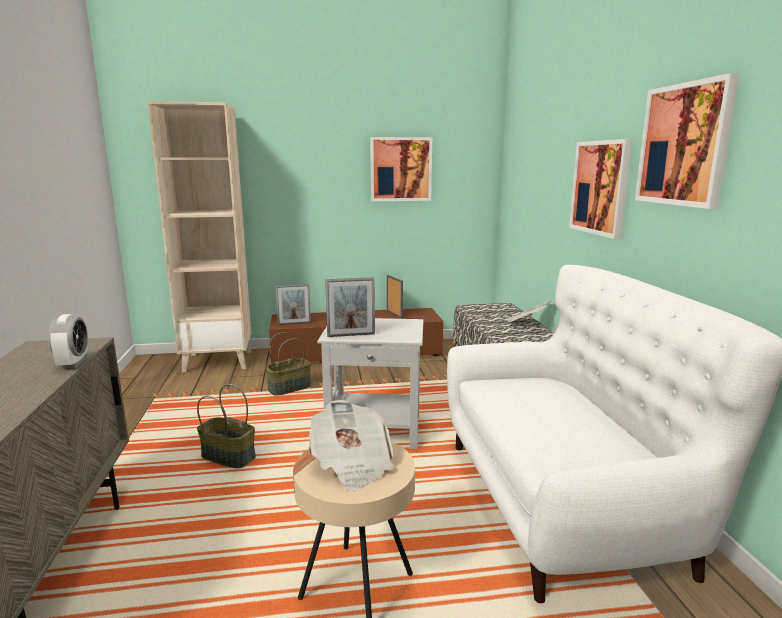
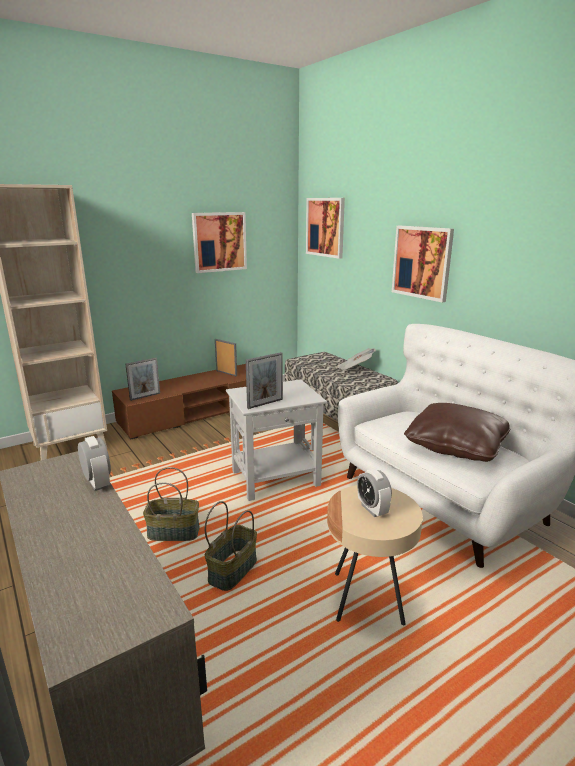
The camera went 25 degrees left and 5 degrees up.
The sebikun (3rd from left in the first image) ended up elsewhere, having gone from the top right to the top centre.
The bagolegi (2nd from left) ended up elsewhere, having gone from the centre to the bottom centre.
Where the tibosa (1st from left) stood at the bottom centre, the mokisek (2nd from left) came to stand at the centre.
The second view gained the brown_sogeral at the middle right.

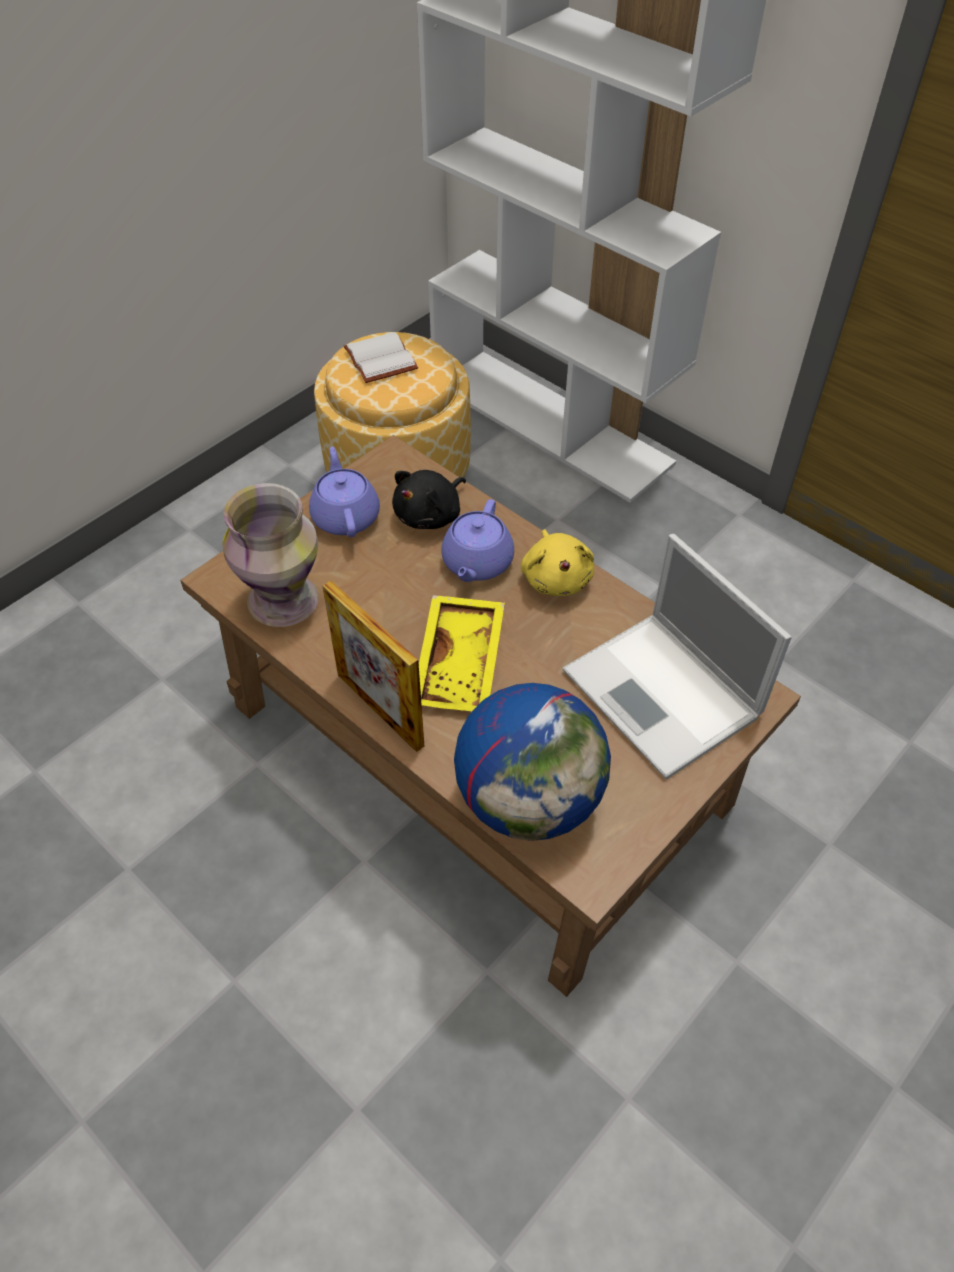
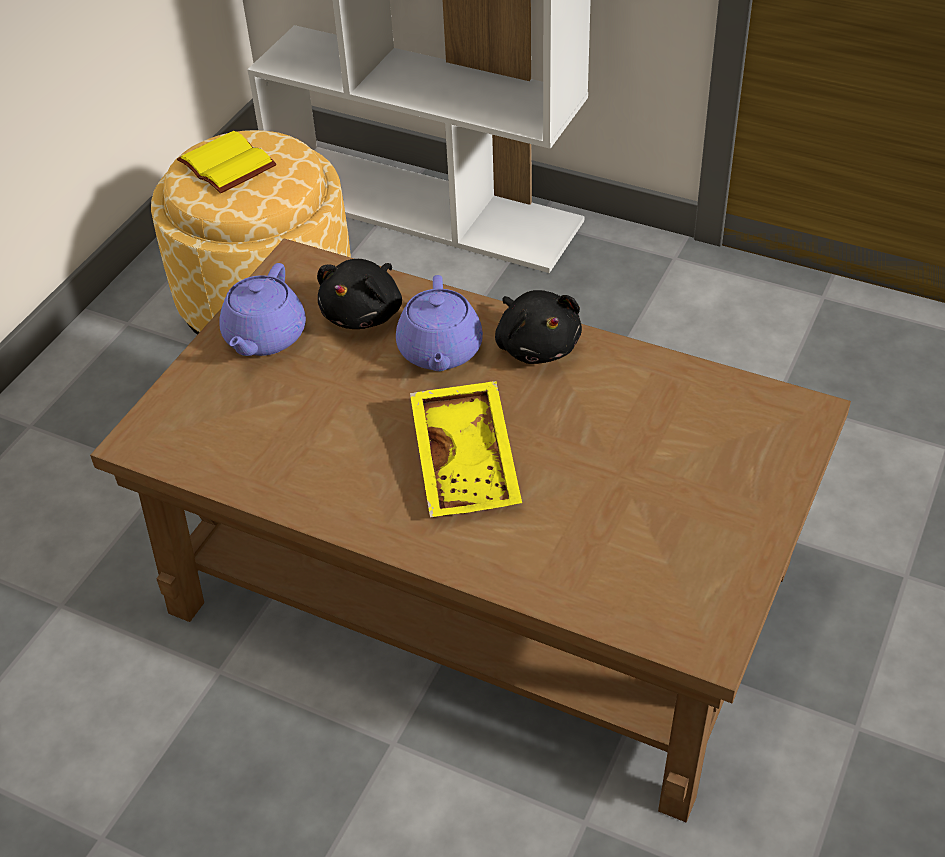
The camera went 15 degrees left and 5 degrees down.
What was the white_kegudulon at the top centre turned into the yellow_kegudulon at the top left.
The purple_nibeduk (1st from left) at the centre ended up facing another way, 135 degrees counterclockwise from before.
The second view lost the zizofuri at the middle left.
What was the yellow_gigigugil at the centre turned into the black_gigigugil (2nd from left) at the centre.
The second view lost the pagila at the middle right.
The second view lost the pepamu at the centre.
The second view lost the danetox at the centre.

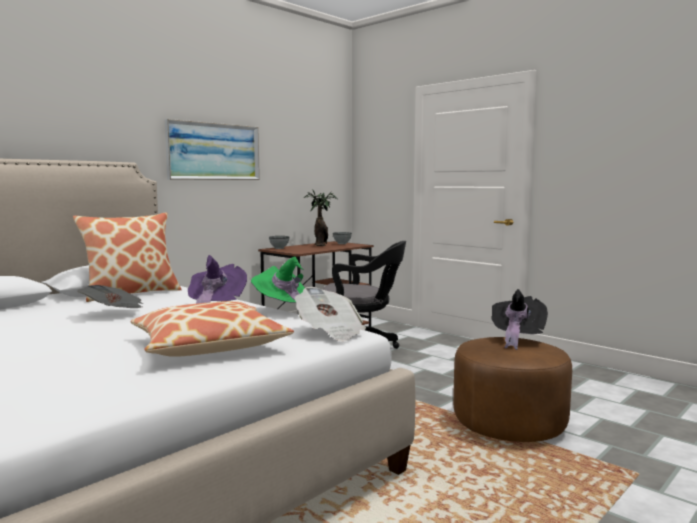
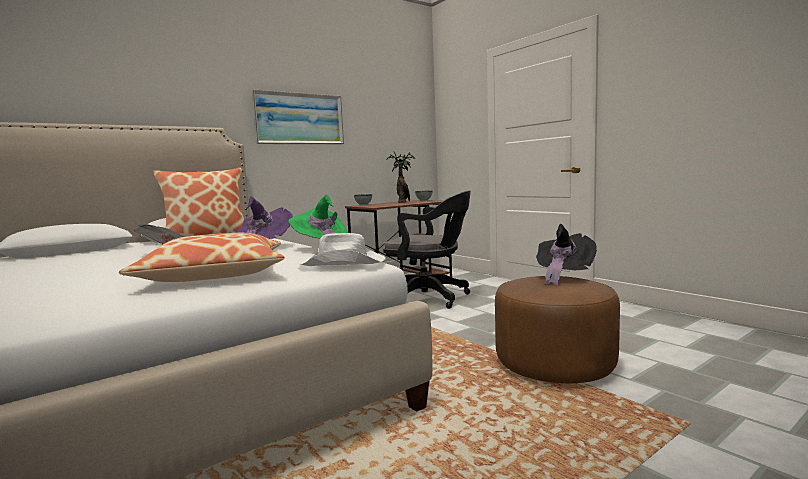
The camera went 10 degrees right and 0 degrees up.
Where the tibosa (2nd from left) stood at the centre, the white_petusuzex came to stand at the centre.

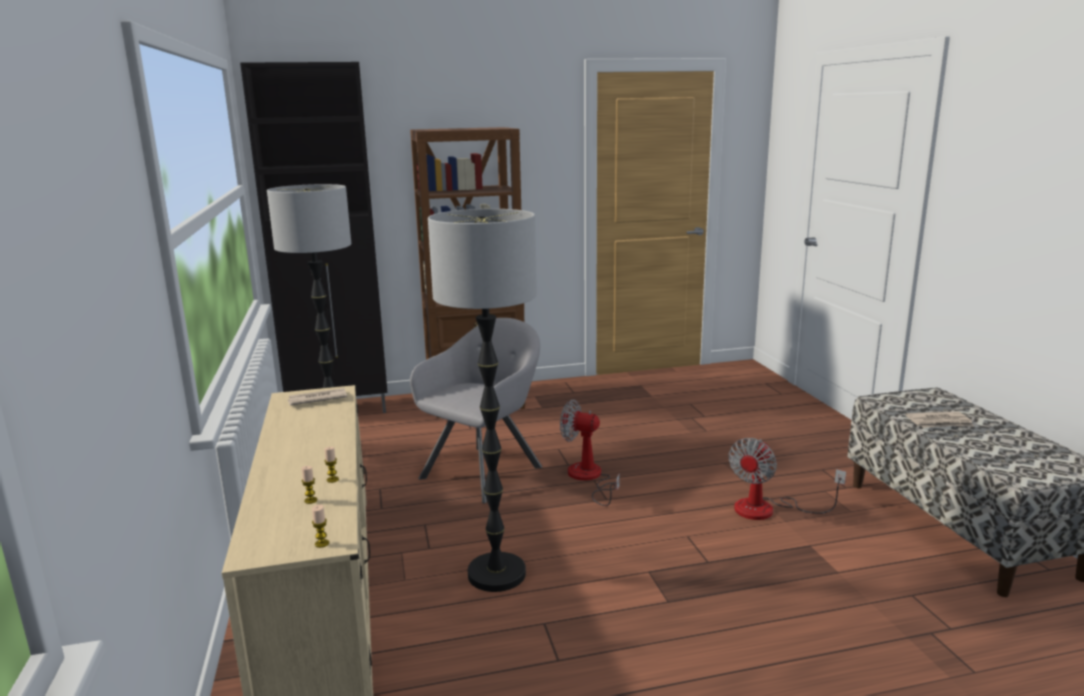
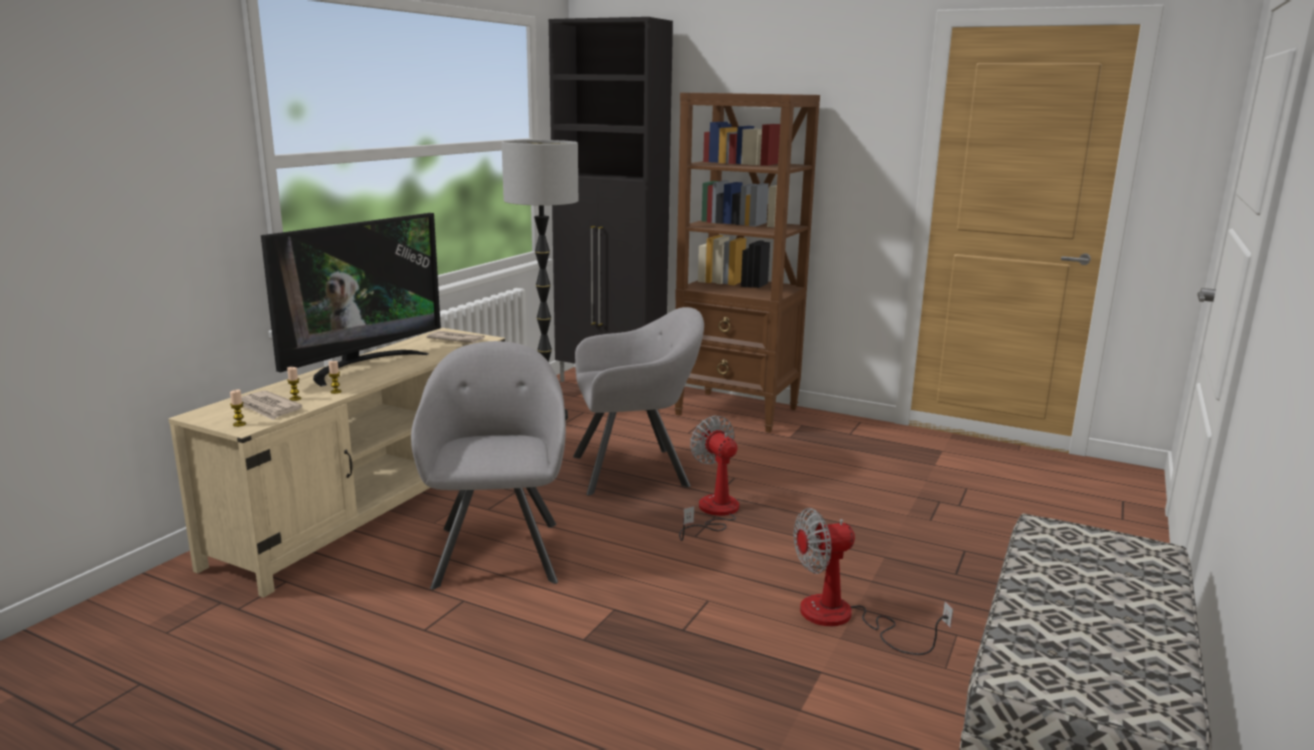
The camera went 40 degrees right and 0 degrees up.
Where the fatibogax (2nd from left) stood at the centre, the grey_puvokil (1st from left) came to stand at the centre.
The tibosa (2nd from left in the first image) ended up elsewhere, having gone from the middle right to the middle left.
The second view gained the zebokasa at the middle left.

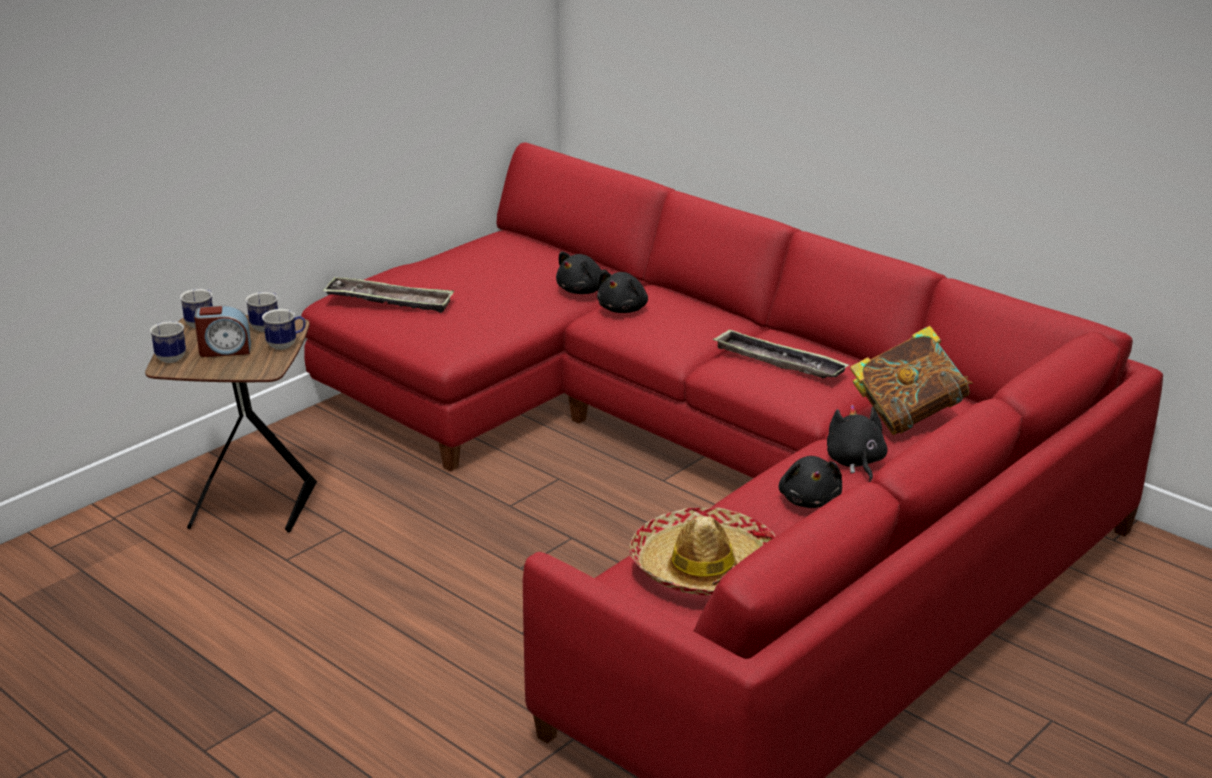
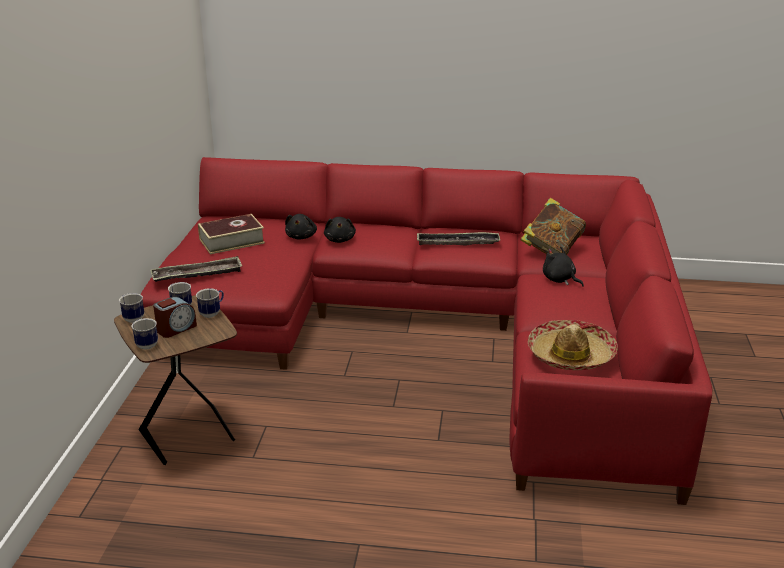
The camera went 35 degrees left and 0 degrees up.
The second view lost the black_gigigugil (3rd from left) at the middle right.
The second view gained the kegudulon (1st from left) at the middle left.

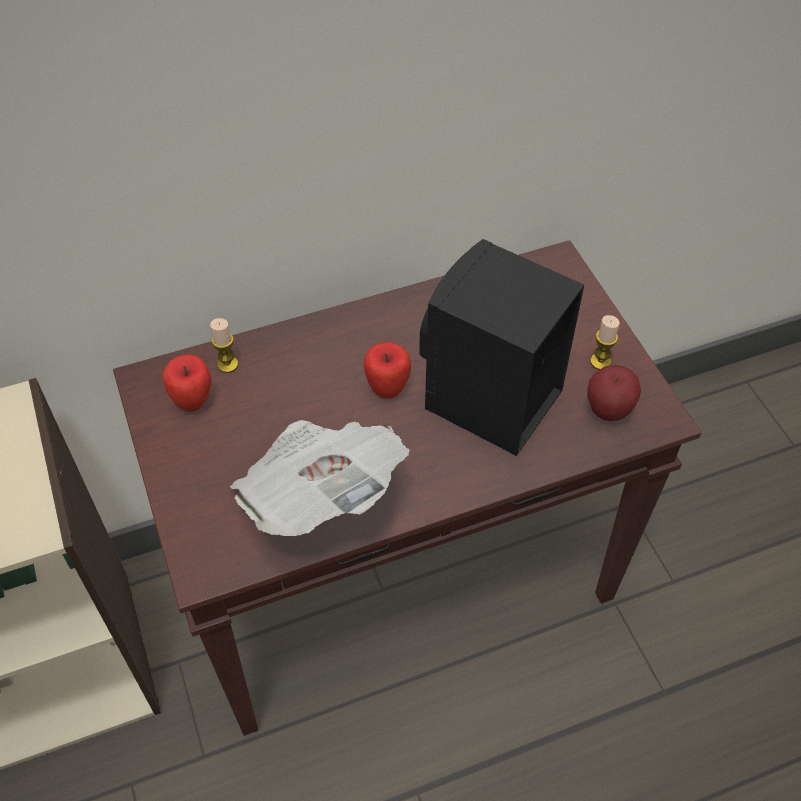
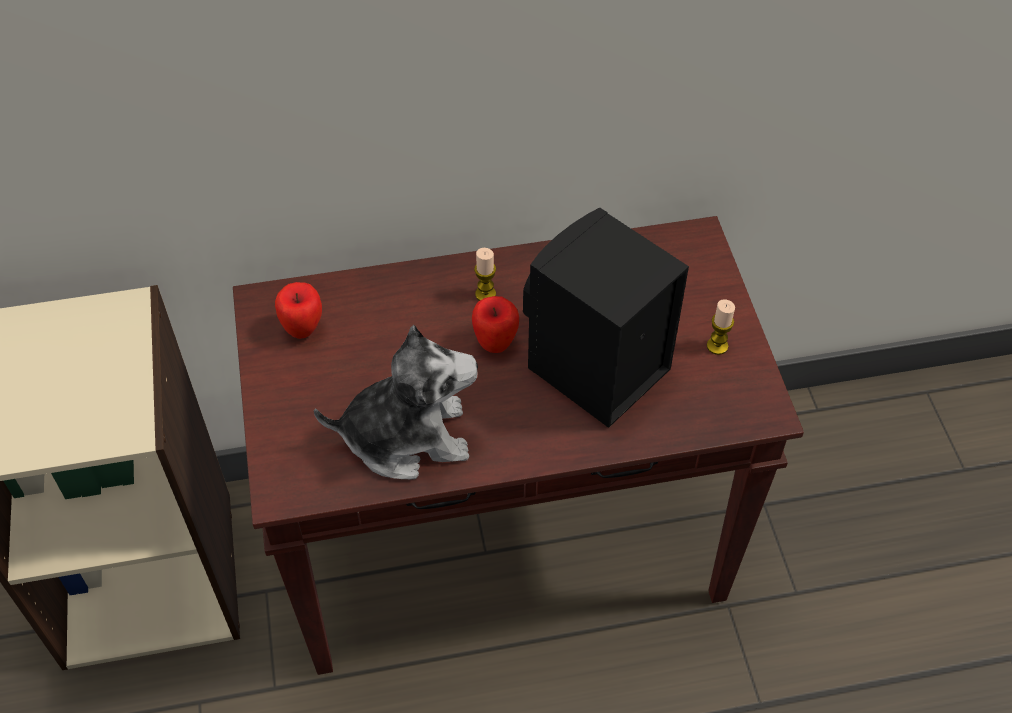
The camera went 10 degrees right and 0 degrees up.
The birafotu (1st from left) ended up elsewhere, having gone from the middle left to the centre.
The second view lost the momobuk (3rd from left) at the middle right.
Where the tibosa stood at the centre, the gigigugil came to stand at the centre.

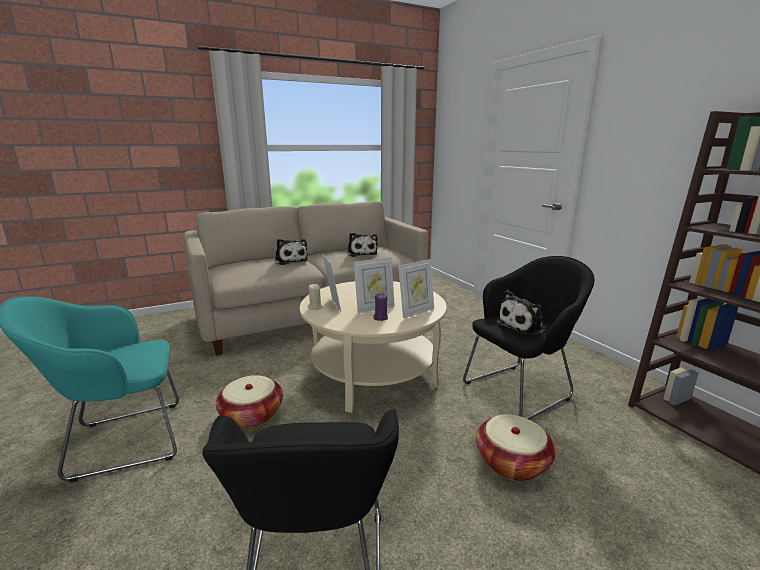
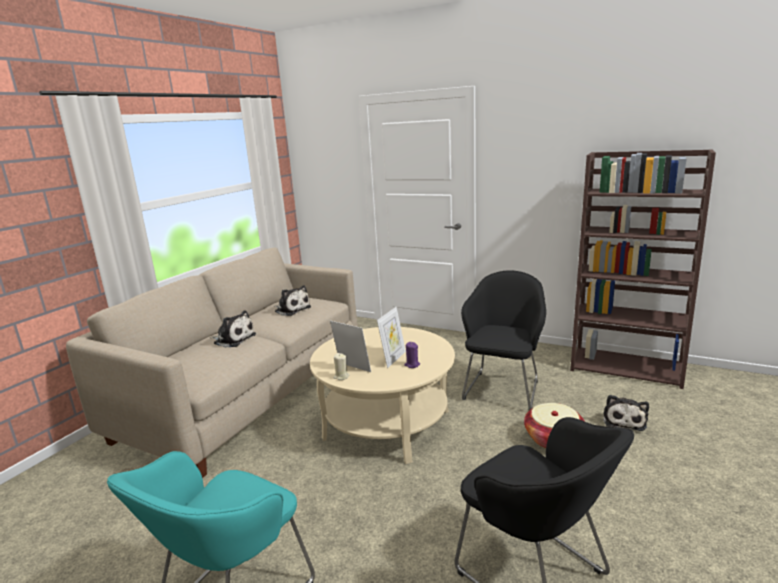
The camera went 35 degrees left and 0 degrees up.
The second view lost the pepamu (3rd from left) at the centre.
The gigigugil (3rd from left) ended up elsewhere, having gone from the middle right to the bottom right.
The second view lost the bagolegi (1st from left) at the bottom left.

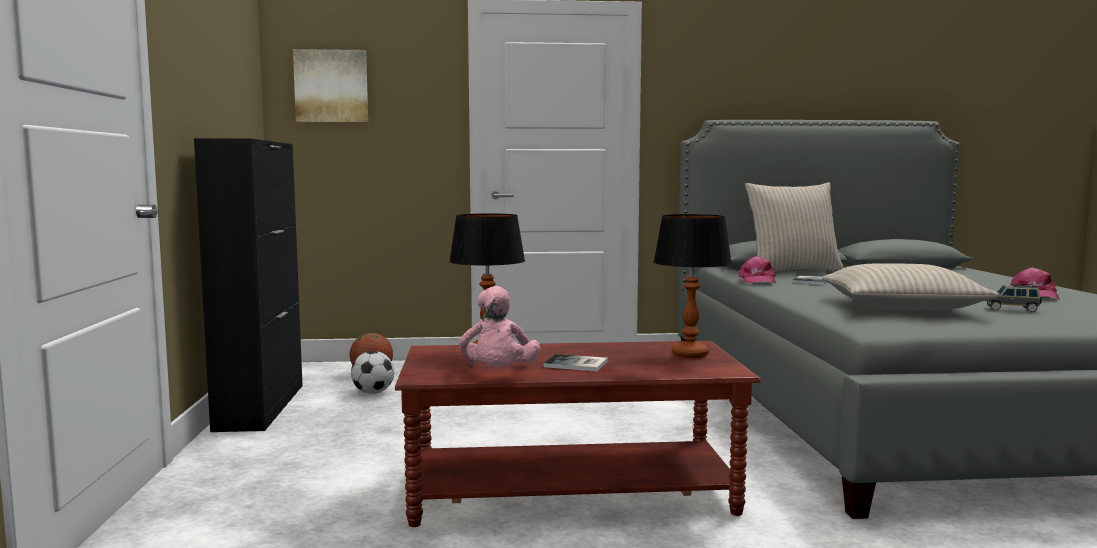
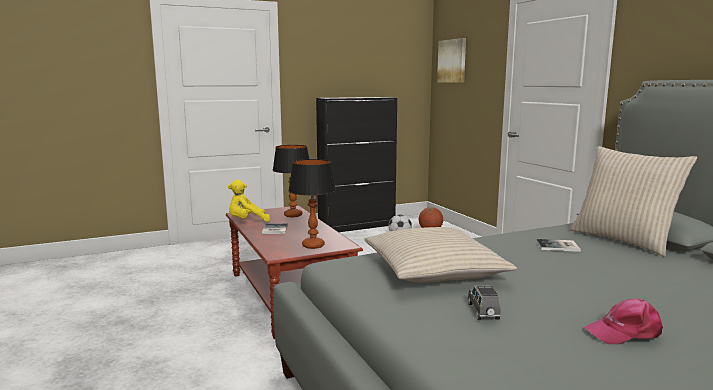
The camera went 70 degrees right and 5 degrees up.
The second view lost the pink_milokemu (1st from left) at the middle right.
What was the pink_gigigugil at the centre turned into the yellow_gigigugil at the centre.

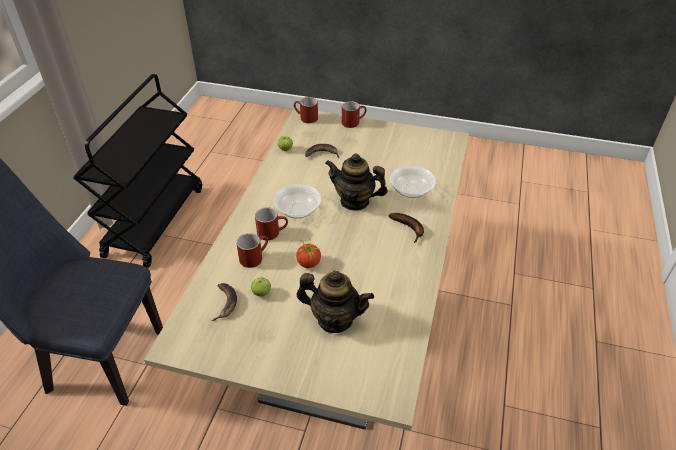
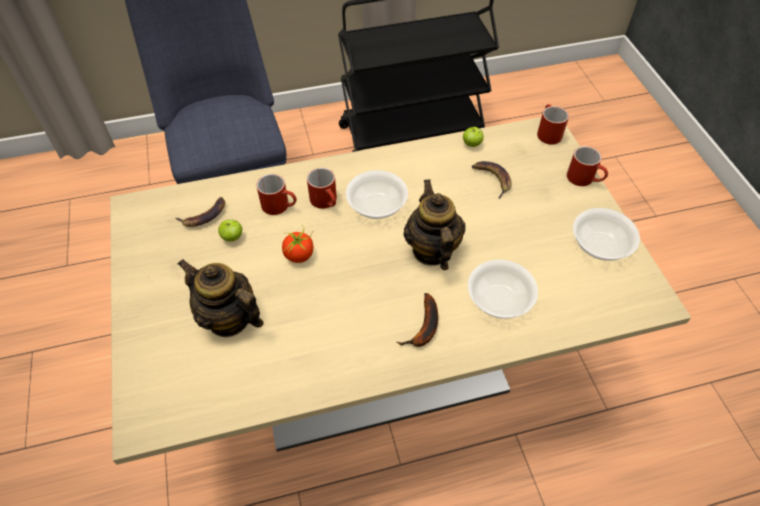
The camera went 60 degrees right and 10 degrees up.
The nibeduk (1st from left) at the bottom centre ended up facing another way, 135 degrees clockwise from before.
The second view gained the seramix (3rd from left) at the middle right.

